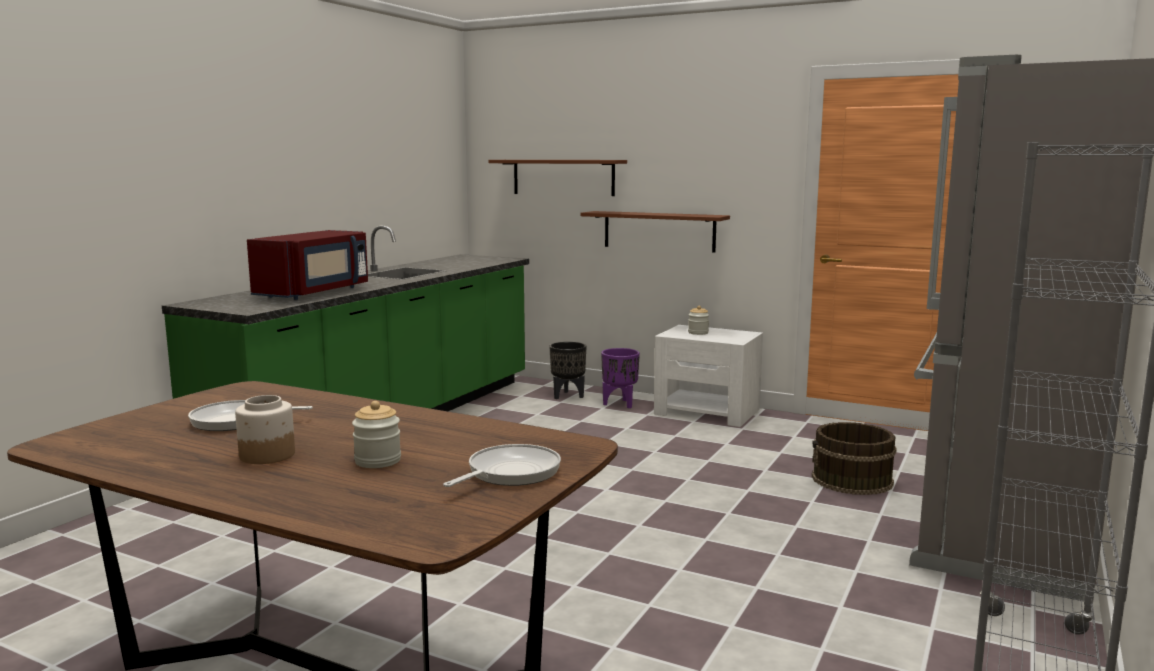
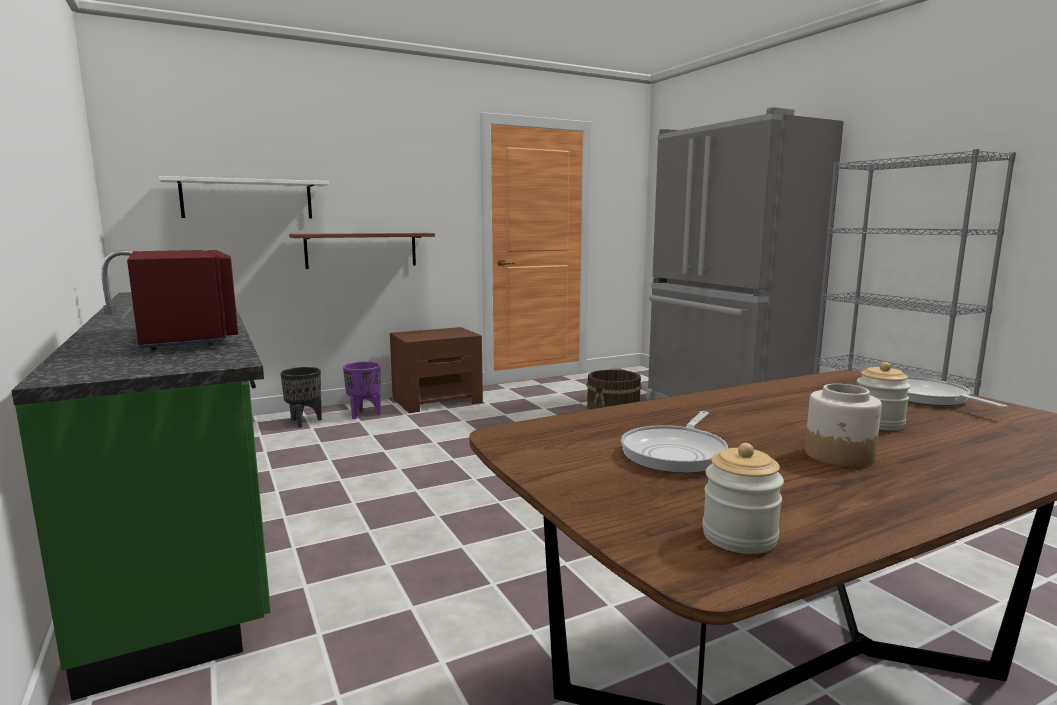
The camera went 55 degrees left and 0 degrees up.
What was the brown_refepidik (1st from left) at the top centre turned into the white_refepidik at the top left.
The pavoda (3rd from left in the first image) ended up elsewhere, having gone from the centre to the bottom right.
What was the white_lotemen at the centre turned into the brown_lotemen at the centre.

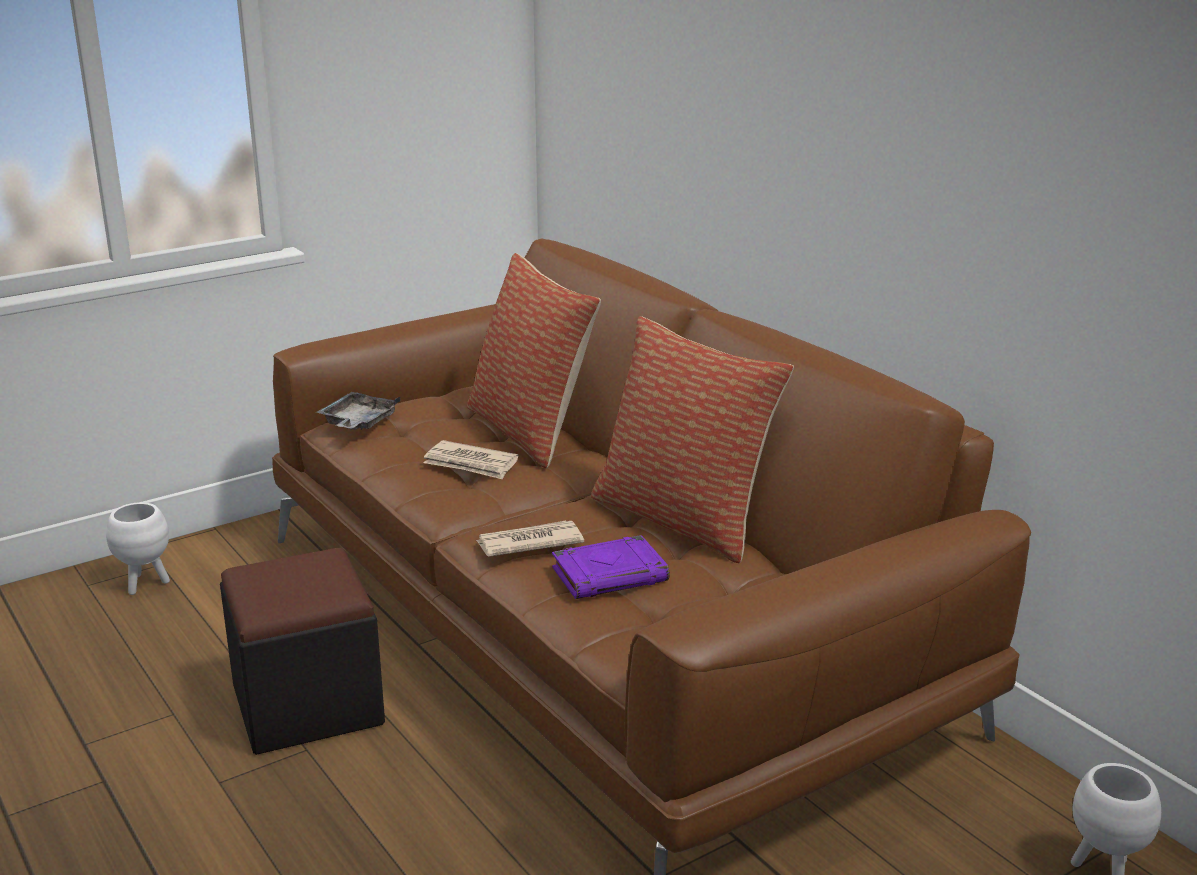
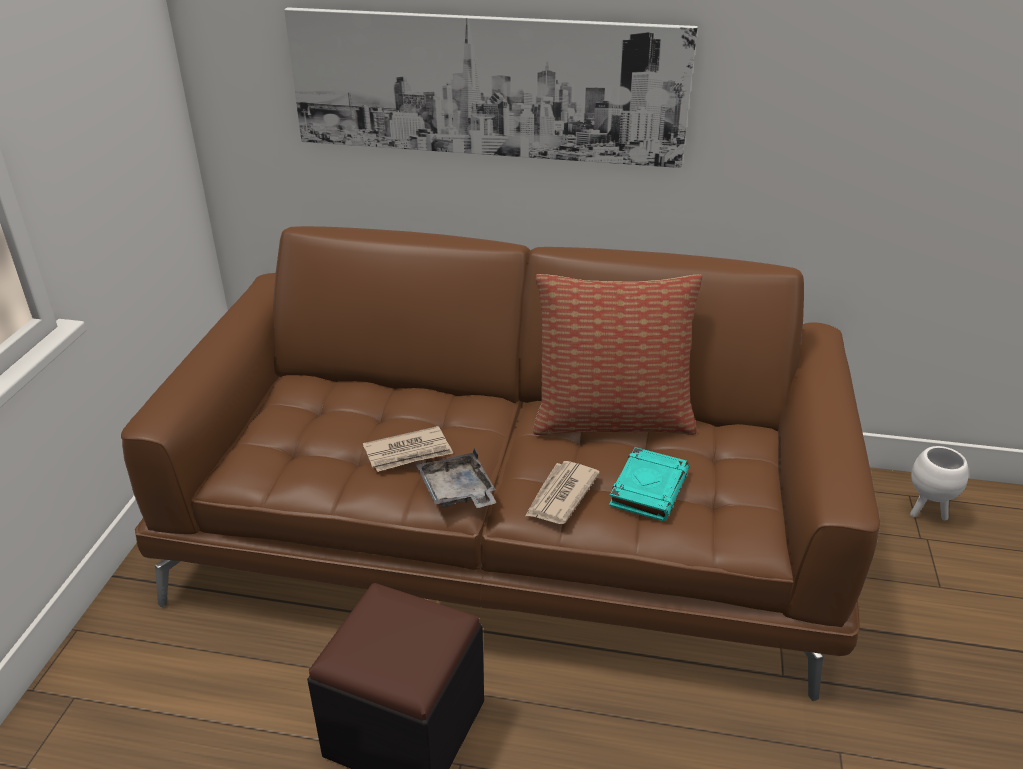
The camera went 45 degrees left and 10 degrees up.
The second view lost the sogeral (1st from left) at the centre.
The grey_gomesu ended up elsewhere, having gone from the middle left to the centre.
The second view lost the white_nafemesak (1st from left) at the middle left.
What was the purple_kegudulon at the centre turned into the turquoise_kegudulon at the centre.
The second view gained the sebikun at the top centre.

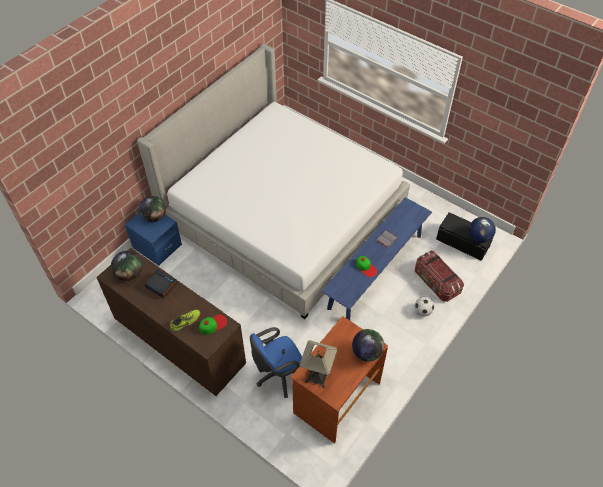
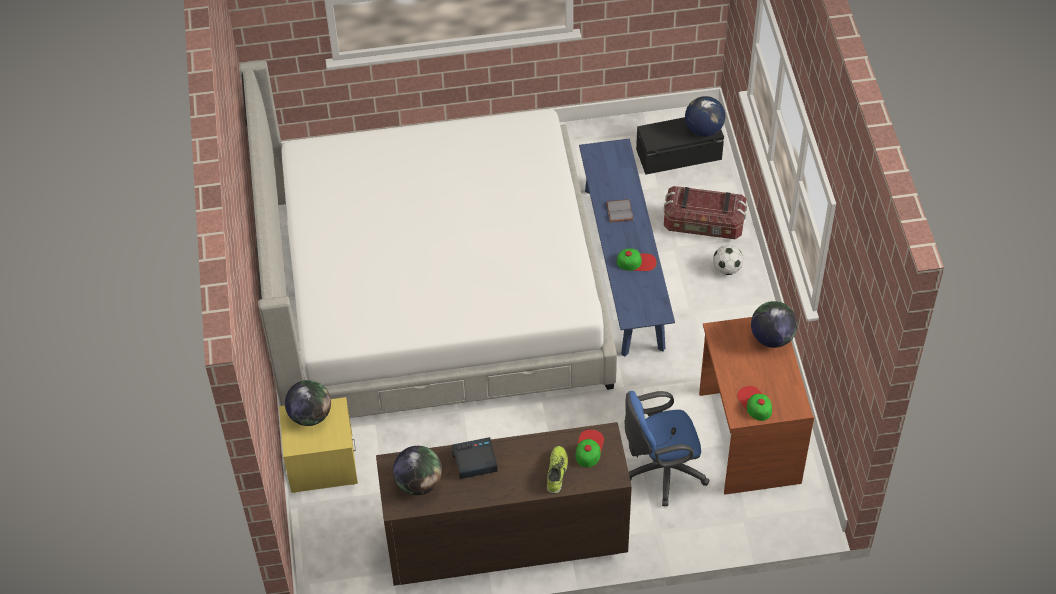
The camera went 45 degrees left and 0 degrees up.
What was the blue_lotemen at the middle left turned into the yellow_lotemen at the bottom left.
The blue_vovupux at the bottom centre ended up facing another way, 60 degrees clockwise from before.
Where the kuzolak stood at the bottom centre, the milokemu (3rd from left) came to stand at the bottom right.

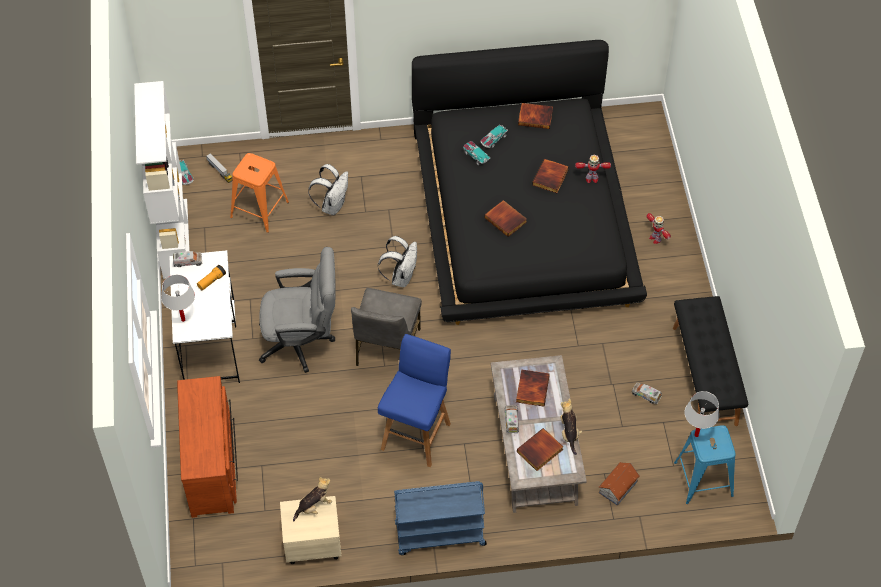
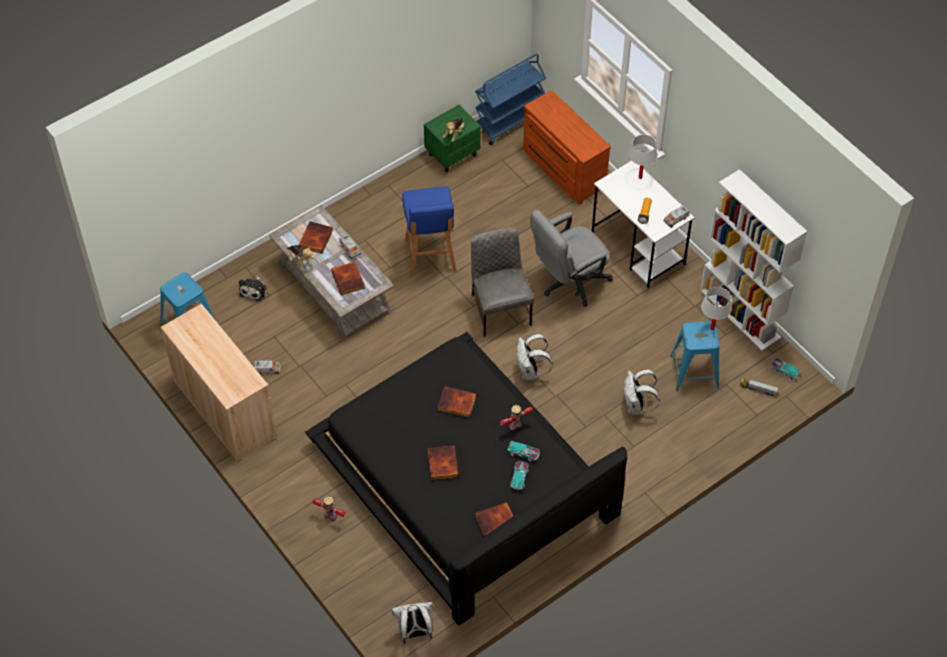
The camera went 150 degrees right and 0 degrees up.
What was the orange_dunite at the top left turned into the blue_dunite (3rd from left) at the middle right.
The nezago (1st from left in the first image) ended up elsewhere, having gone from the top right to the centre.
Where the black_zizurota stood at the middle right, the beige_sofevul came to stand at the middle left.
The white_kuzolak (2nd from left) ended up elsewhere, having gone from the bottom right to the middle right.
Where the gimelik stood at the bottom right, the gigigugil (1st from left) came to stand at the middle left.
The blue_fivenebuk ended up elsewhere, having gone from the bottom centre to the top centre.
What was the beige_lotemen at the bottom centre turned into the green_lotemen at the top centre.
The second view gained the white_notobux (1st from left) at the bottom centre.

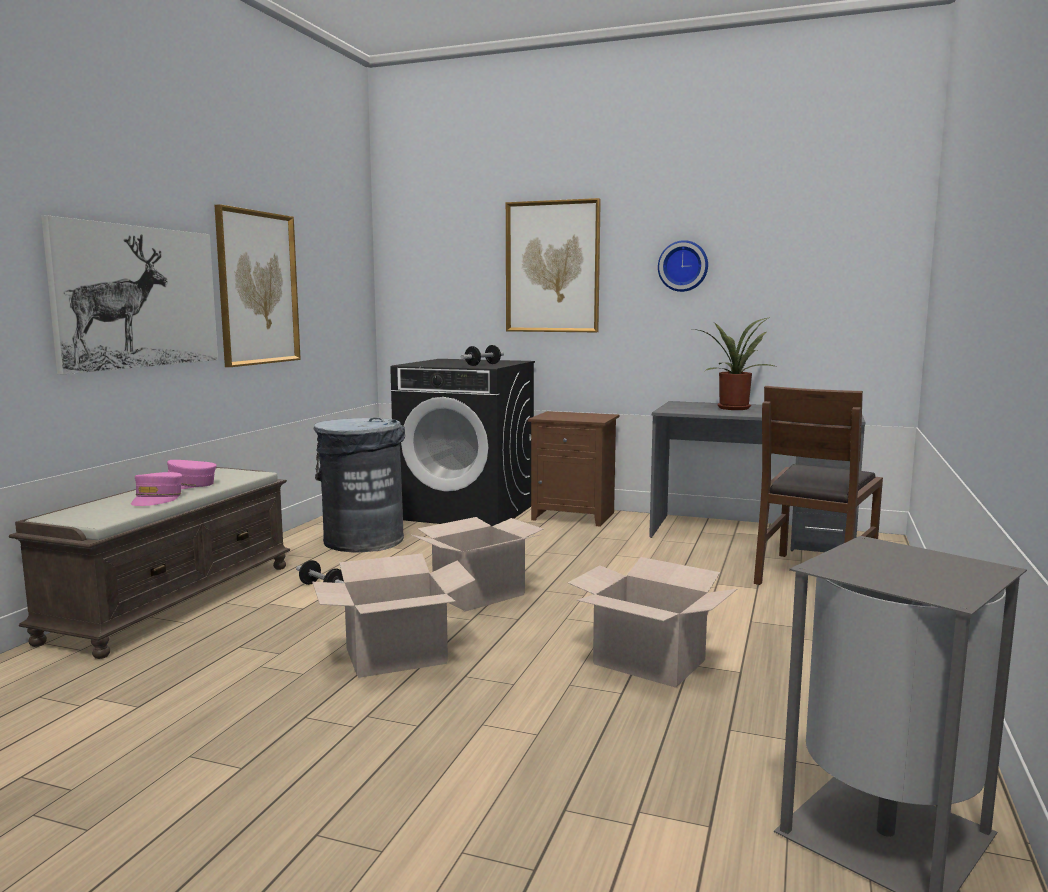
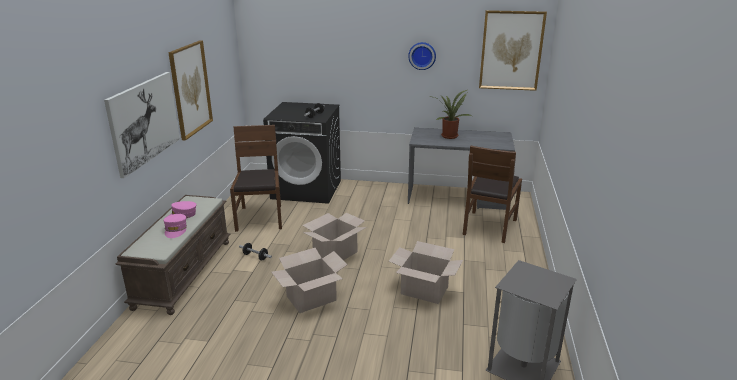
The camera went 10 degrees left and 15 degrees up.
The sebikun (3rd from left) ended up elsewhere, having gone from the top centre to the top right.
The second view lost the brown_lotemen at the centre.
Where the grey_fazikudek (1st from left) stood at the centre, the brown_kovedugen (1st from left) came to stand at the centre.

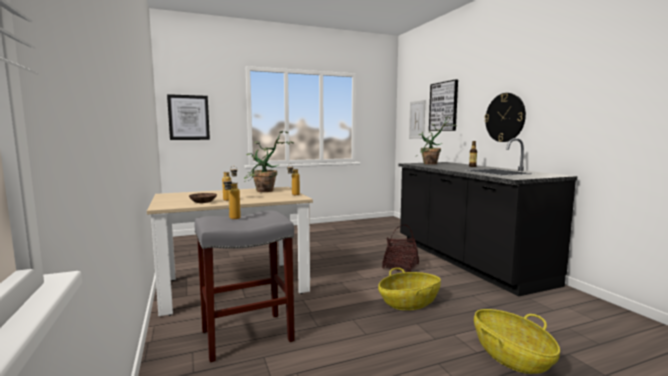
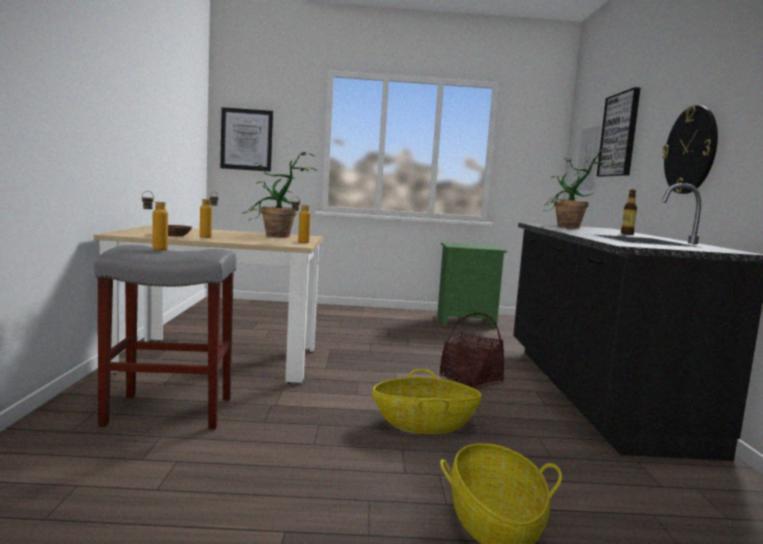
The camera went 20 degrees right and 0 degrees up.
The second view gained the green_lotemen at the centre.

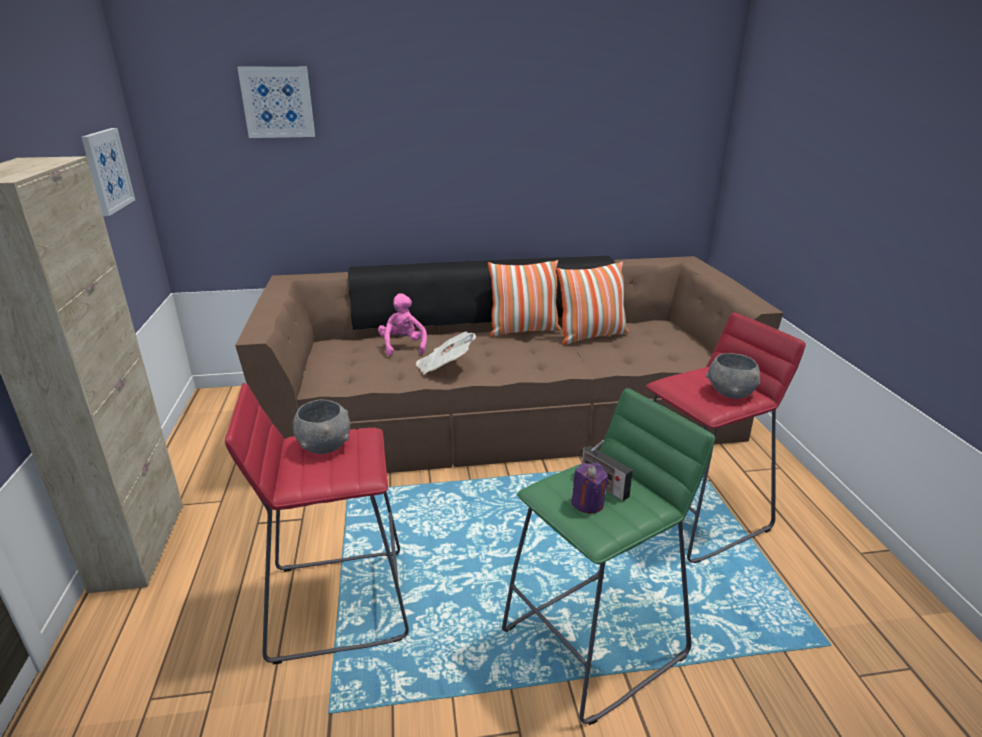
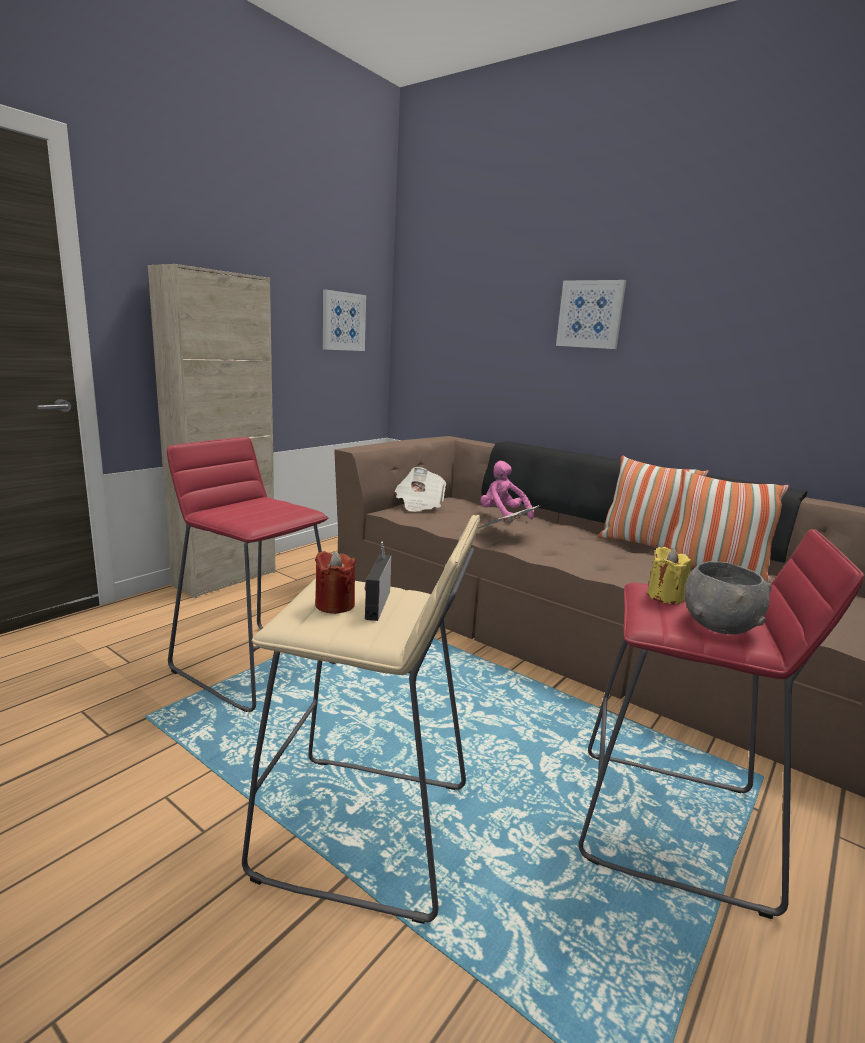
The camera went 45 degrees right and 10 degrees down.
The sebikun (2nd from left) ended up elsewhere, having gone from the top left to the top right.
The pink_gigigugil at the centre ended up facing another way, 75 degrees counterclockwise from before.
What was the green_dunite at the bottom centre turned into the beige_dunite at the bottom centre.
The second view lost the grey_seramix (1st from left) at the middle left.
What was the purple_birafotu at the centre turned into the red_birafotu at the centre.
The second view gained the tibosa (1st from left) at the centre.
The second view gained the yellow_birafotu at the middle right.

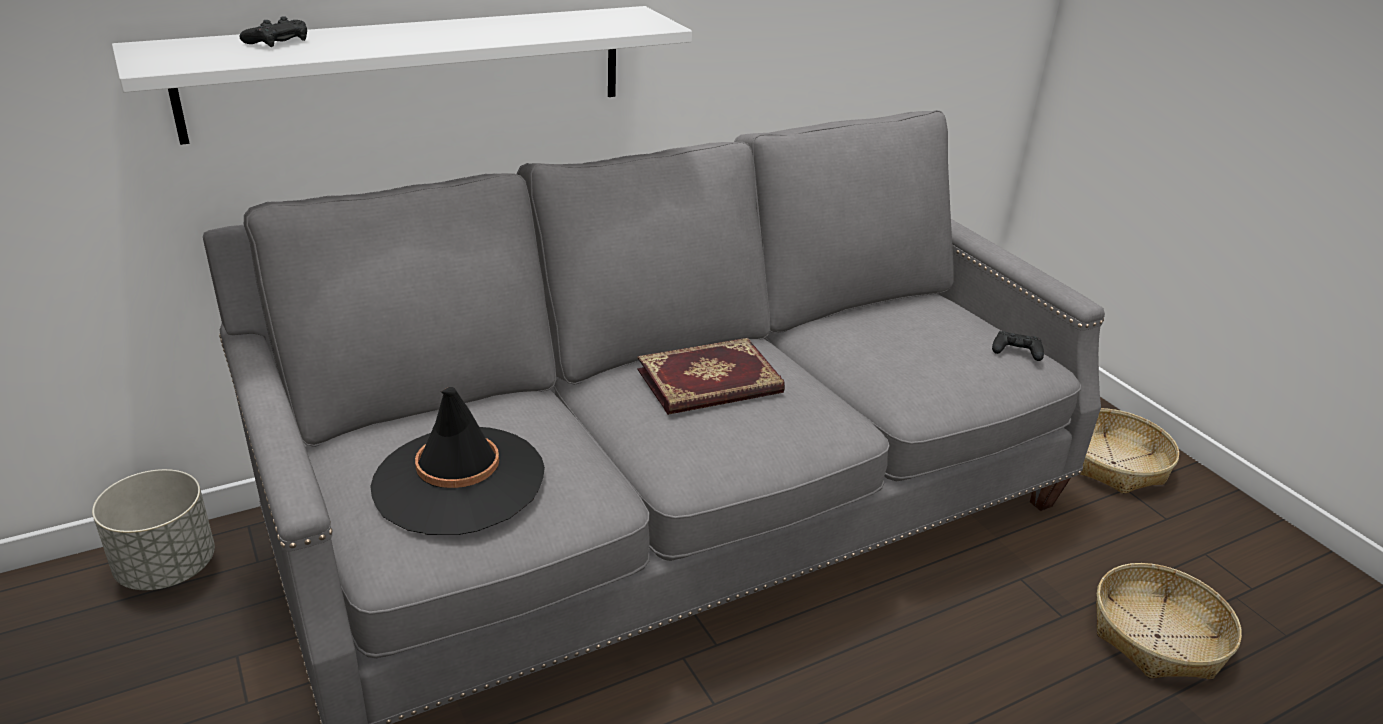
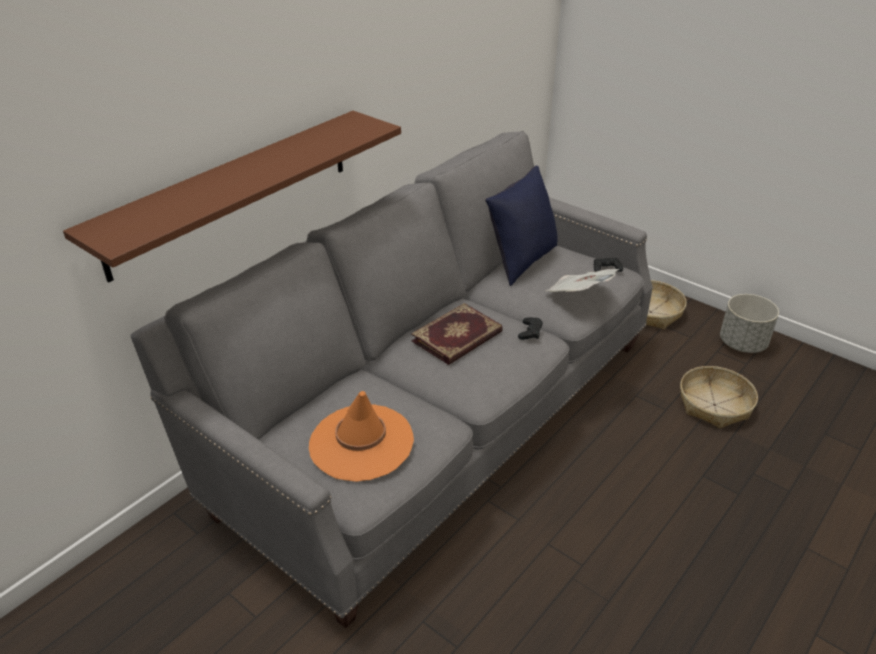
The camera went 20 degrees left and 5 degrees up.
What was the white_refepidik at the top left turned into the brown_refepidik at the top left.
The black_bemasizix (1st from left) ended up elsewhere, having gone from the top left to the centre.
What was the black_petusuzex at the middle left turned into the orange_petusuzex at the bottom centre.
The grey_nafemesak ended up elsewhere, having gone from the bottom left to the middle right.
The second view gained the blue_sogeral at the centre.
The second view gained the tibosa at the centre.

